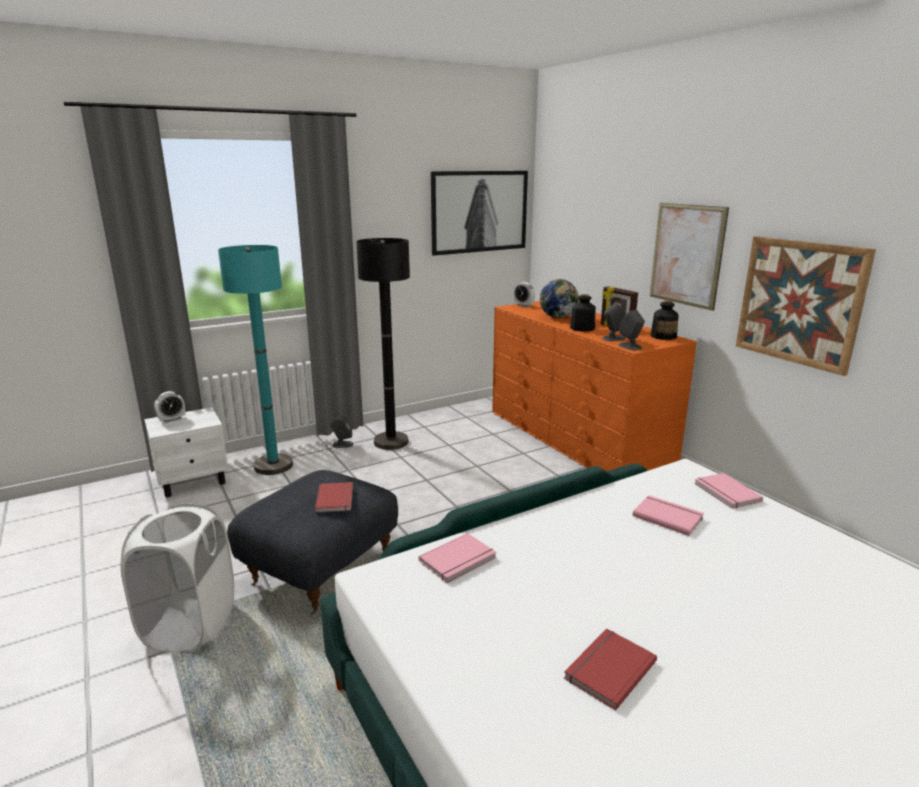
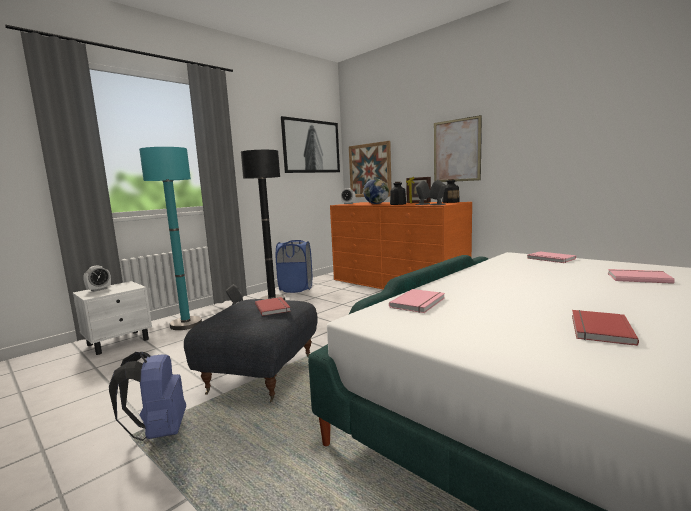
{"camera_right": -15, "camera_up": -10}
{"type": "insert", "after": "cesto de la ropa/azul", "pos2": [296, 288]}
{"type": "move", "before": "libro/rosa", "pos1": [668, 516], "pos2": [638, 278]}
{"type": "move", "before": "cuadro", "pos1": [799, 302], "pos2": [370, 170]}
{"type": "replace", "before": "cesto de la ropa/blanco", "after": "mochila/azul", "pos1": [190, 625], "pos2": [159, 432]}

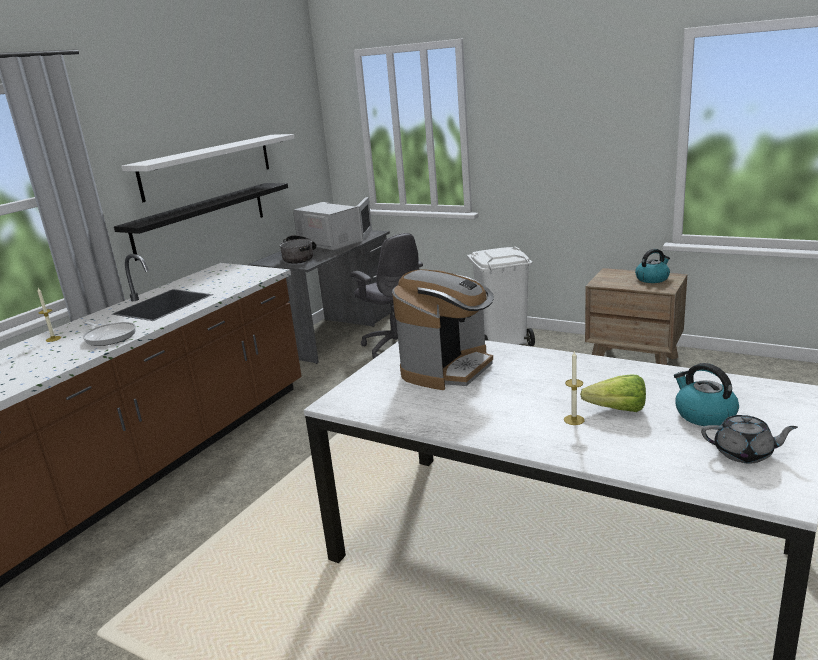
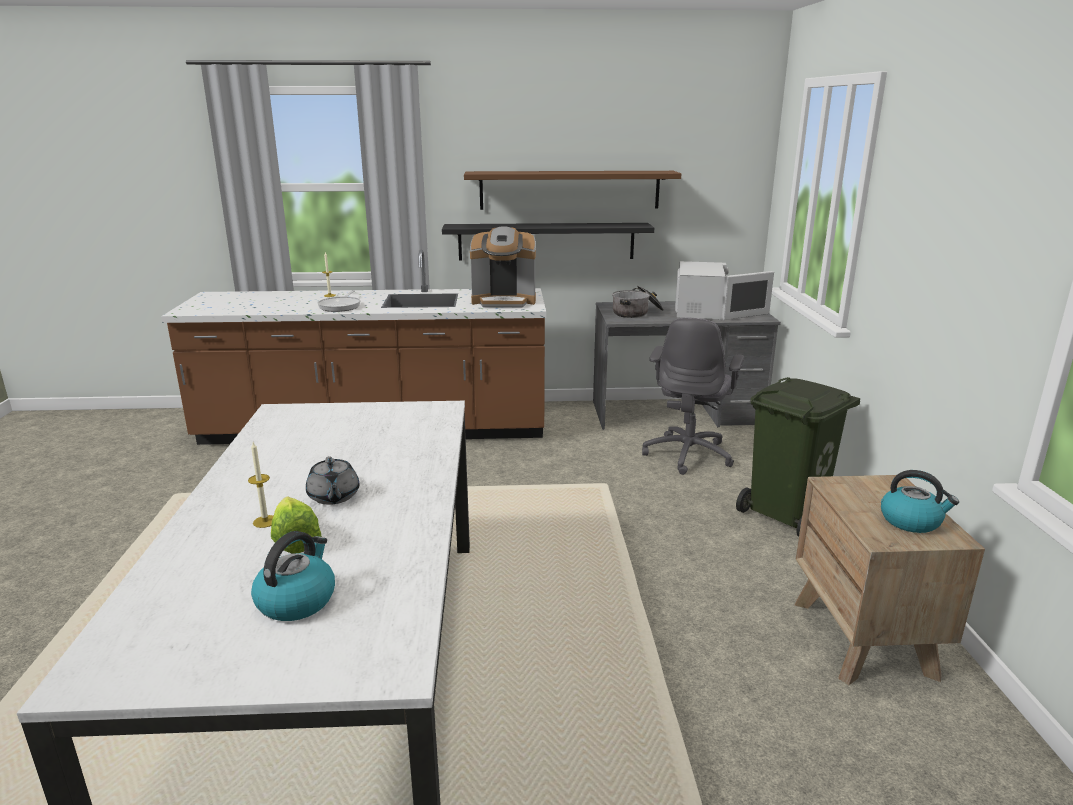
{"camera_right": 55, "camera_up": 0}
{"type": "move", "before": "cafetera", "pos1": [448, 368], "pos2": [504, 301]}
{"type": "move", "before": "tetera/gris", "pos1": [744, 453], "pos2": [333, 497]}
{"type": "recolor", "before": "estante/blanco", "after": "estante/marrón", "pos1": [208, 166], "pos2": [569, 190]}
{"type": "recolor", "before": "papelera/blanco", "after": "papelera/verde", "pos1": [503, 341], "pos2": [788, 514]}

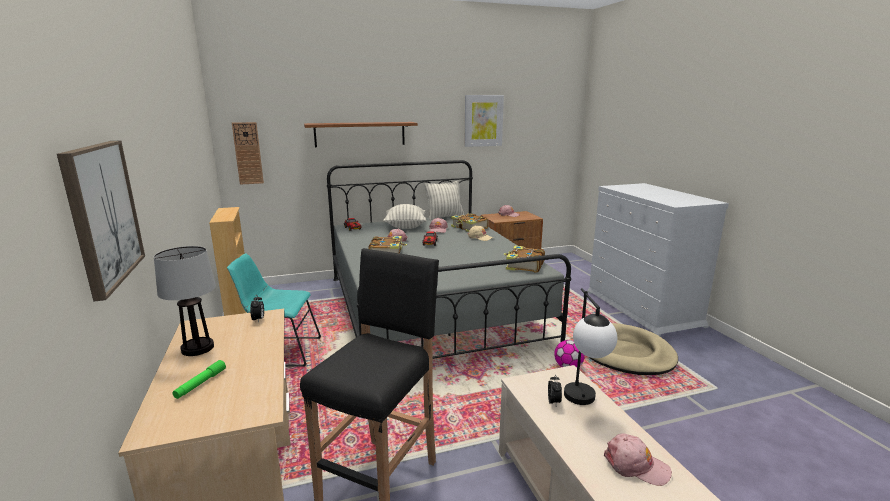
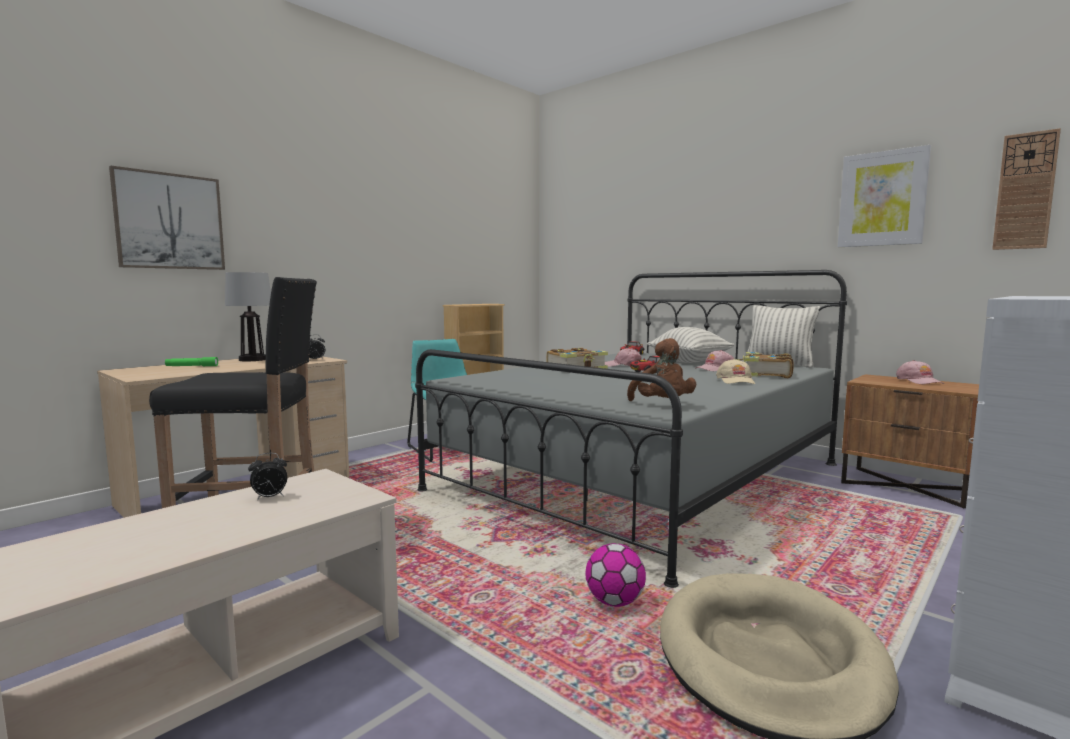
{"camera_right": 60, "camera_up": -10}
{"type": "delete", "before": "estante/marrón", "pos1": [360, 134]}
{"type": "delete", "before": "lámpara de mesa", "pos1": [584, 403]}
{"type": "delete", "before": "gorra/rosa", "pos1": [635, 465]}
{"type": "move", "before": "reloj de pared", "pos1": [248, 153], "pos2": [1025, 191]}
{"type": "replace", "before": "libro", "after": "peluche/marrón", "pos1": [524, 266], "pos2": [662, 405]}

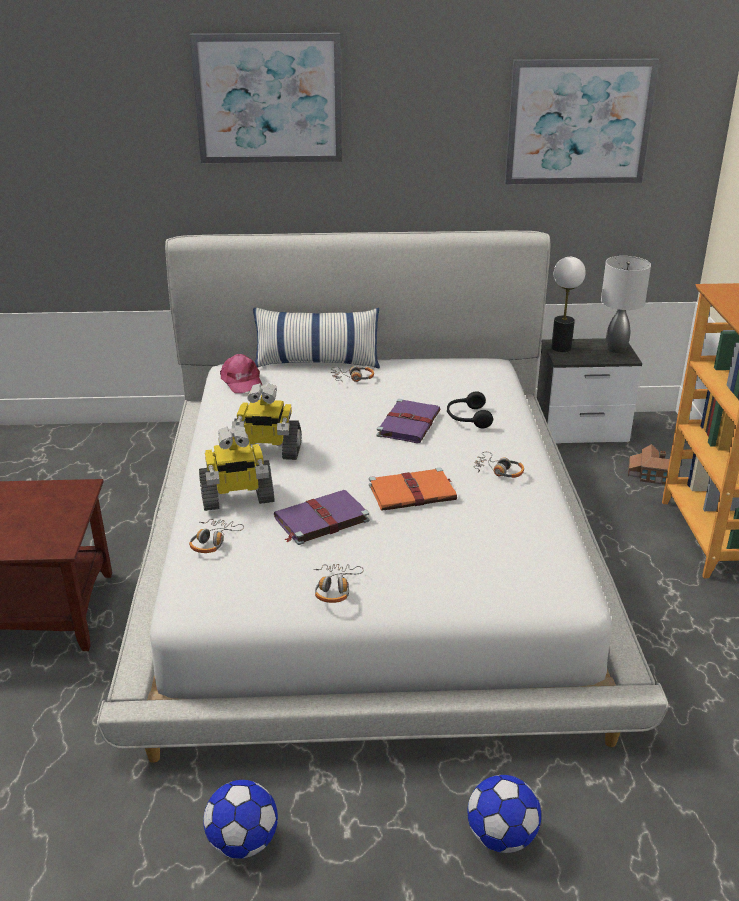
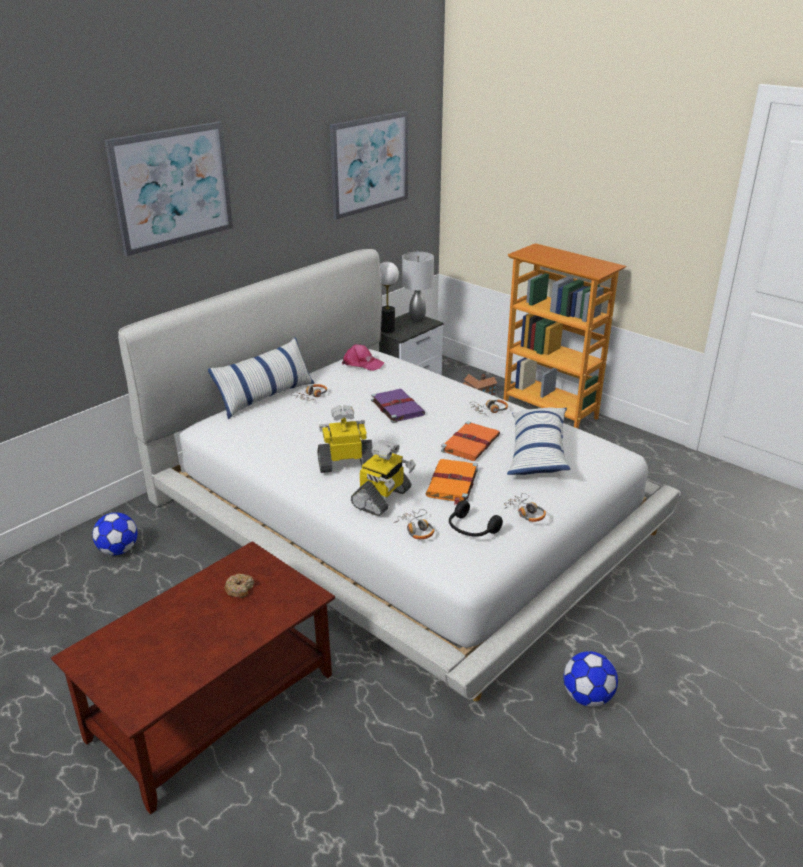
{"camera_right": -45, "camera_up": 0}
{"type": "insert", "after": "rosquilla", "pos2": [239, 589]}
{"type": "insert", "after": "cojín", "pos2": [537, 452]}
{"type": "move", "before": "gorra/rosa", "pos1": [241, 381], "pos2": [362, 364]}
{"type": "move", "before": "auriculares/negro", "pos1": [467, 418], "pos2": [471, 529]}
{"type": "move", "before": "balón de fútbol", "pos1": [501, 837], "pos2": [118, 550]}
{"type": "recolor", "before": "libro/morado", "after": "libro/naranja", "pos1": [320, 520], "pos2": [452, 483]}
{"type": "rotate", "before": "robot de juguete", "pos1": [266, 451], "pos2": [345, 463], "turn": -150}

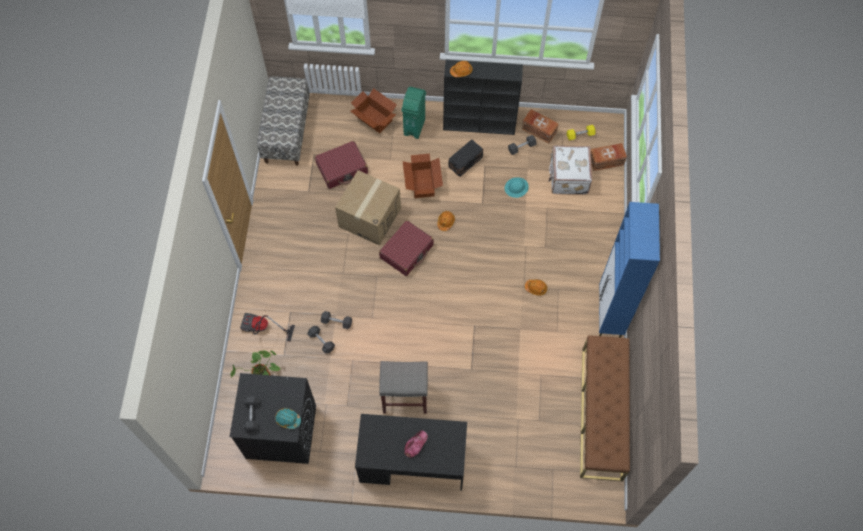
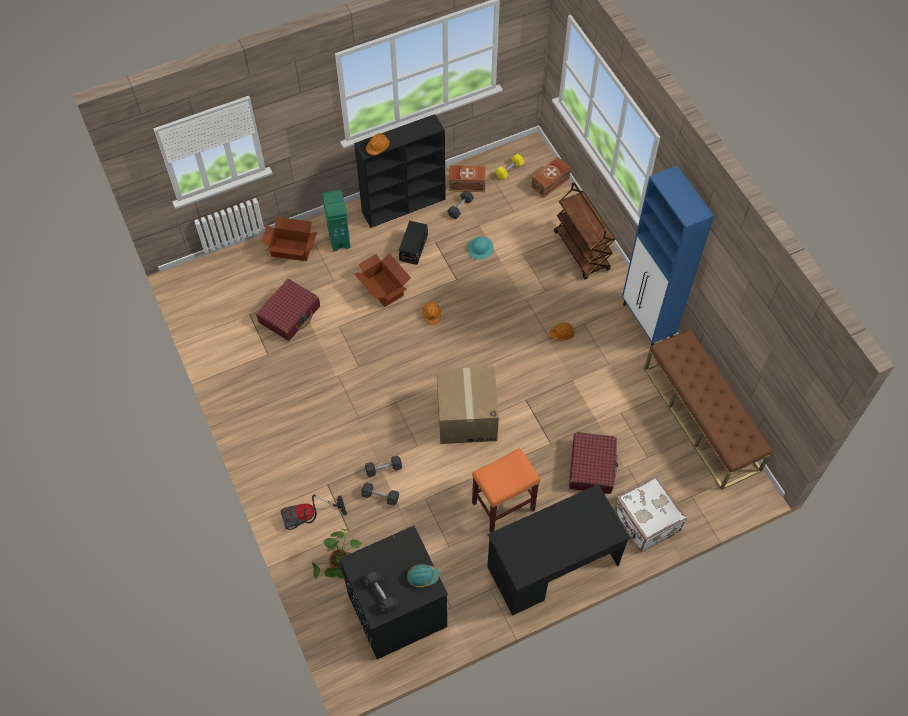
{"camera_right": -30, "camera_up": -5}
{"type": "delete", "before": "banco", "pos1": [286, 131]}
{"type": "delete", "before": "gorra", "pos1": [415, 444]}
{"type": "insert", "after": "carrito/marrón", "pos2": [582, 251]}
{"type": "move", "before": "caja de cartón", "pos1": [369, 217], "pos2": [466, 417]}
{"type": "move", "before": "maleta/rojo", "pos1": [406, 251], "pos2": [592, 466]}
{"type": "move", "before": "maleta/blanco", "pos1": [568, 178], "pos2": [645, 522]}
{"type": "recolor", "before": "taburete/gris", "after": "taburete/naranja", "pos1": [405, 397], "pos2": [503, 505]}

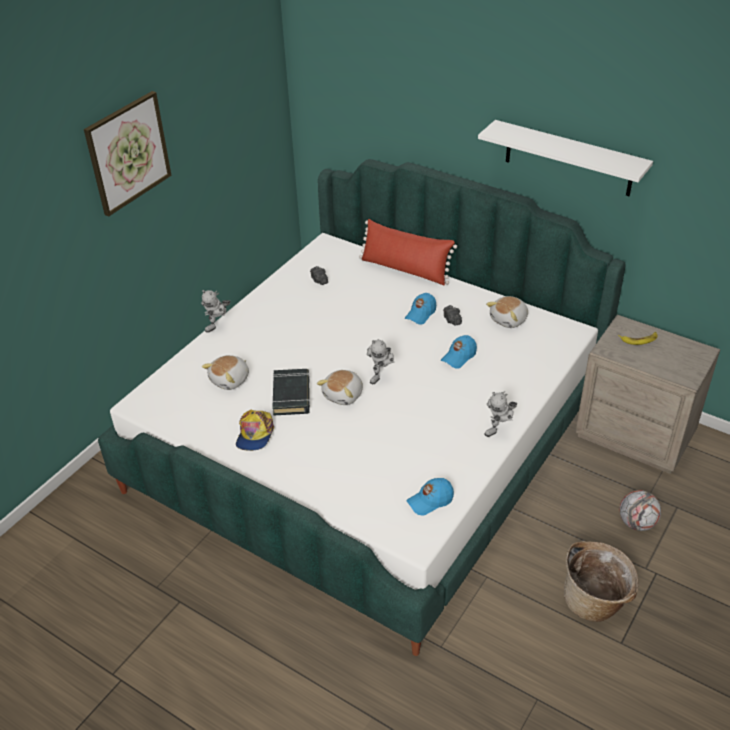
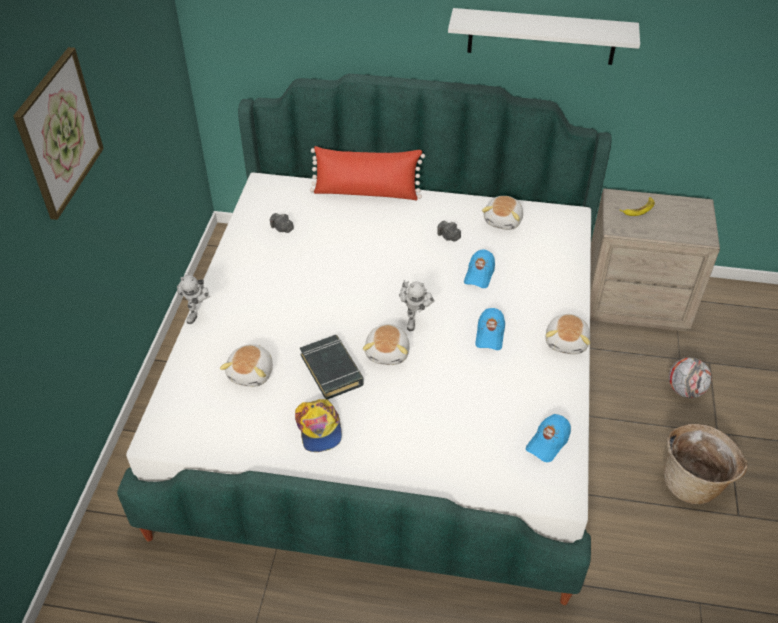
{"camera_right": -25, "camera_up": 5}
{"type": "move", "before": "gorra/azul", "pos1": [420, 314], "pos2": [490, 335]}
{"type": "replace", "before": "robot de juguete", "after": "peluche", "pos1": [500, 430], "pos2": [567, 342]}

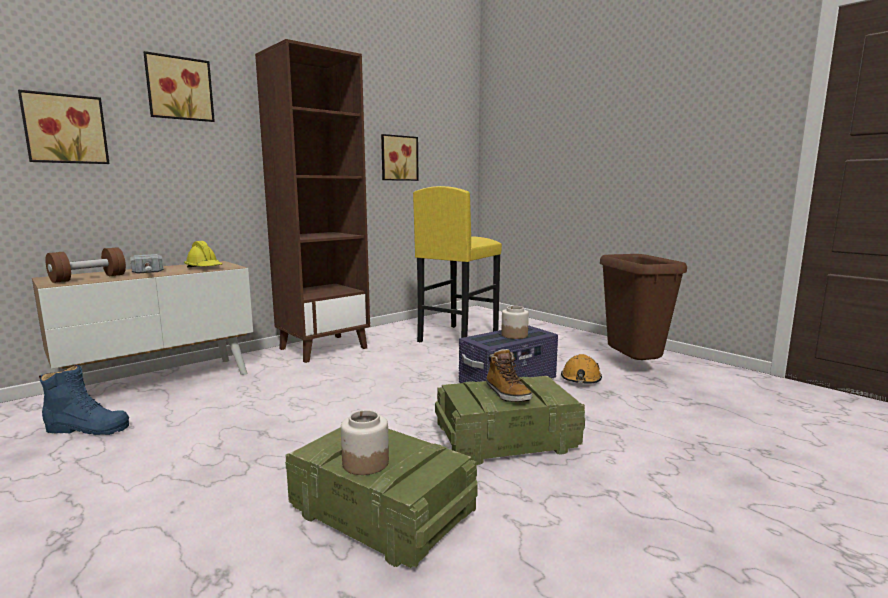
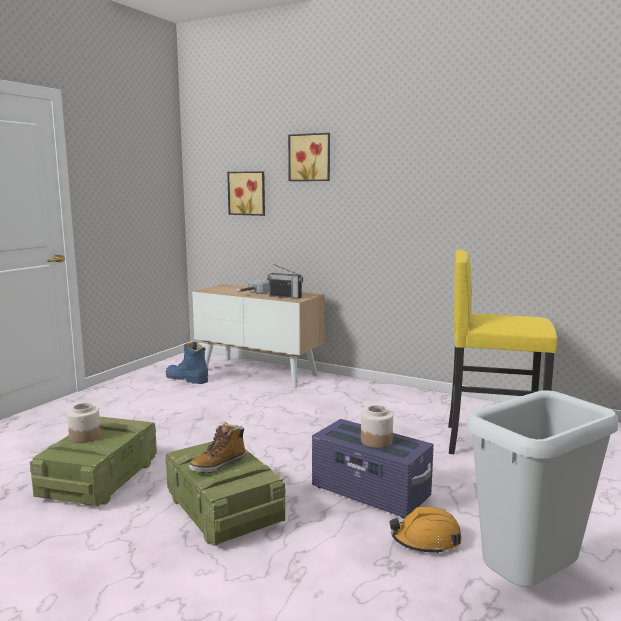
{"camera_right": 70, "camera_up": 0}
{"type": "delete", "before": "mancuerna/marrón", "pos1": [89, 278]}
{"type": "delete", "before": "estantería/marrón", "pos1": [323, 348]}
{"type": "delete", "before": "cuadro", "pos1": [398, 158]}
{"type": "replace", "before": "casco/amarillo", "after": "radio", "pos1": [204, 268], "pos2": [285, 297]}
{"type": "recolor", "before": "papelera/marrón", "after": "papelera/gris", "pos1": [634, 367], "pos2": [528, 587]}
{"type": "rotate", "before": "bota/azul", "pos1": [88, 428], "pos2": [186, 379], "turn": 135}

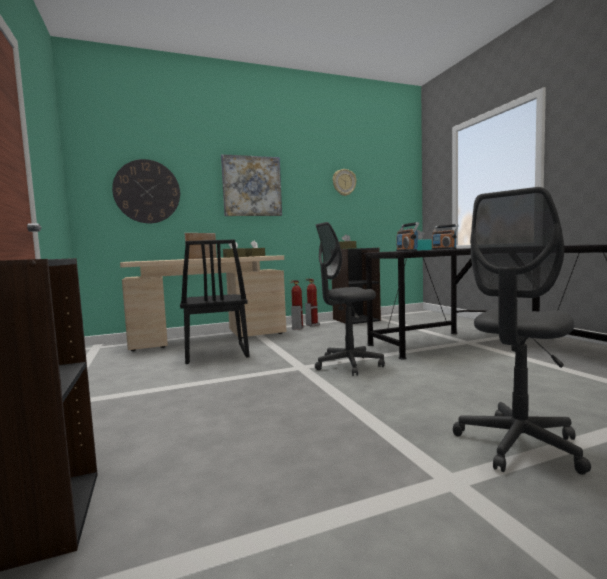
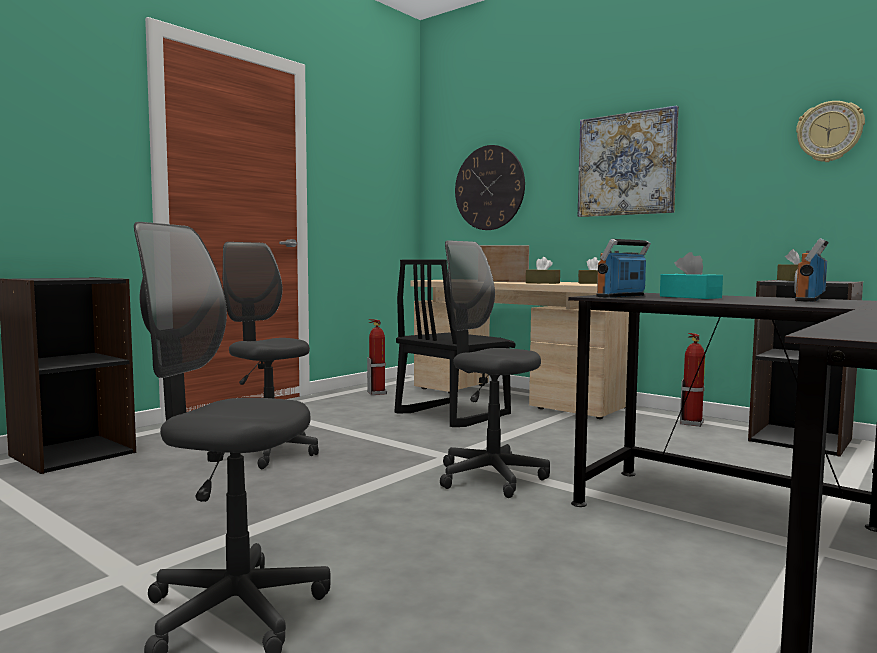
{"camera_right": 60, "camera_up": 0}
{"type": "insert", "after": "silla de oficina/gris", "pos2": [268, 453]}
{"type": "move", "before": "extintor", "pos1": [297, 328], "pos2": [377, 393]}

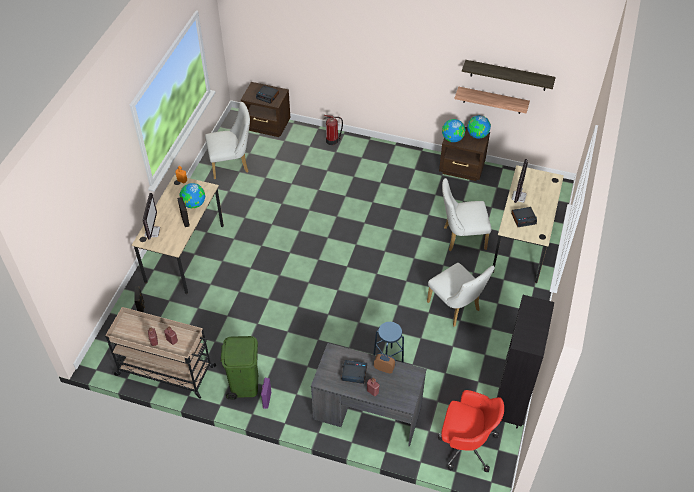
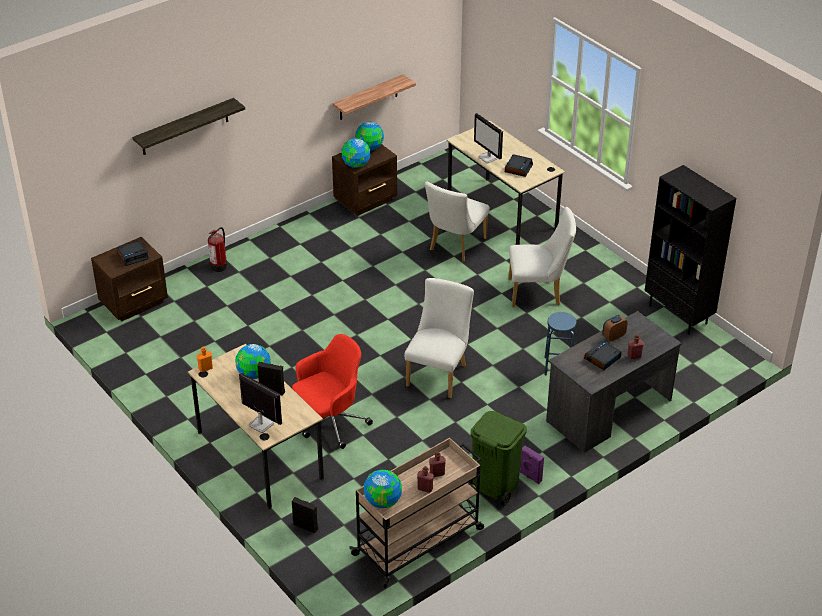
{"camera_right": -55, "camera_up": -10}
{"type": "insert", "after": "globo terráqueo", "pos2": [382, 501]}
{"type": "move", "before": "silla/blanco", "pos1": [232, 164], "pos2": [439, 373]}
{"type": "move", "before": "silla de oficina/rojo", "pos1": [465, 444], "pos2": [330, 422]}
{"type": "move", "before": "estante", "pos1": [508, 75], "pos2": [185, 127]}

